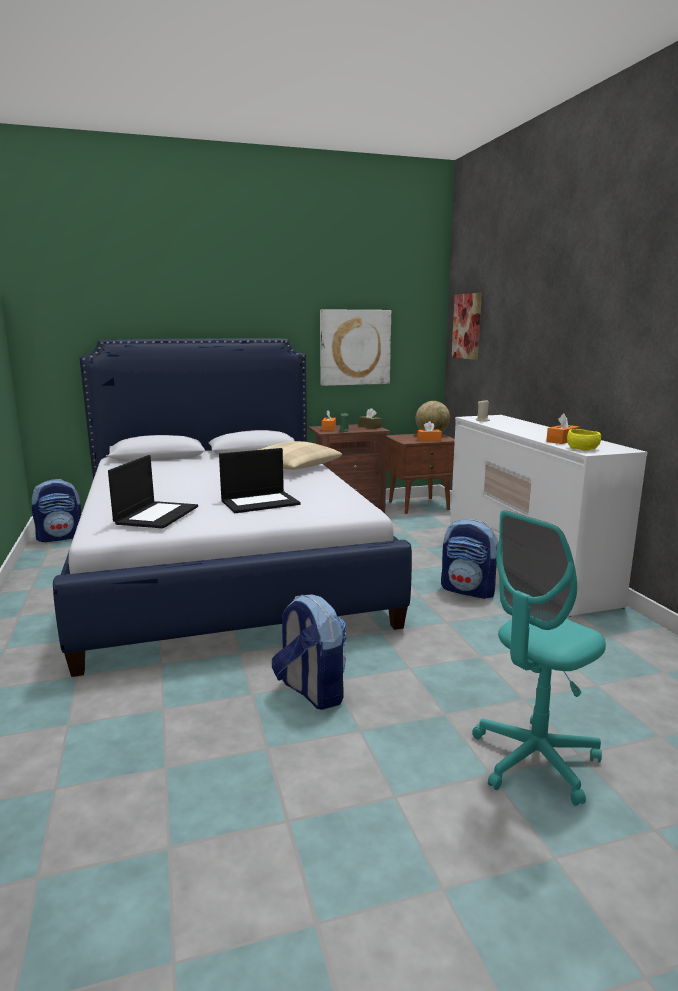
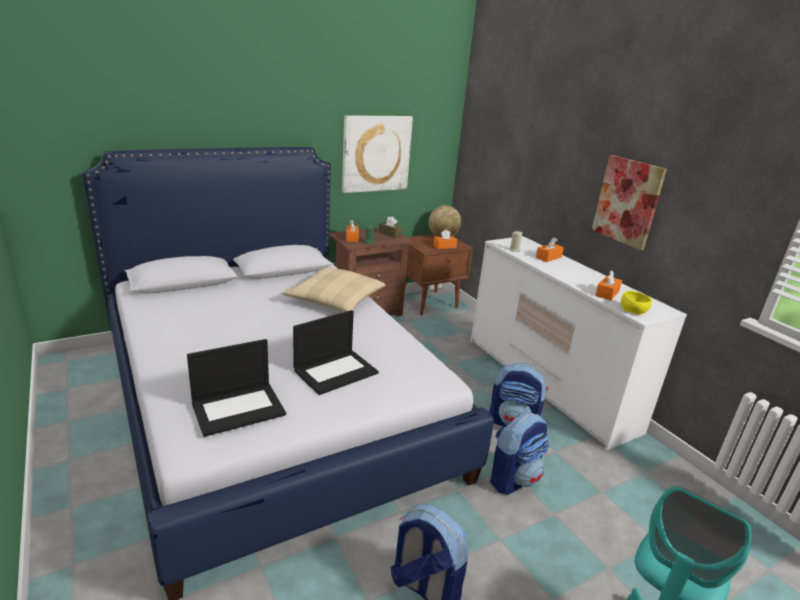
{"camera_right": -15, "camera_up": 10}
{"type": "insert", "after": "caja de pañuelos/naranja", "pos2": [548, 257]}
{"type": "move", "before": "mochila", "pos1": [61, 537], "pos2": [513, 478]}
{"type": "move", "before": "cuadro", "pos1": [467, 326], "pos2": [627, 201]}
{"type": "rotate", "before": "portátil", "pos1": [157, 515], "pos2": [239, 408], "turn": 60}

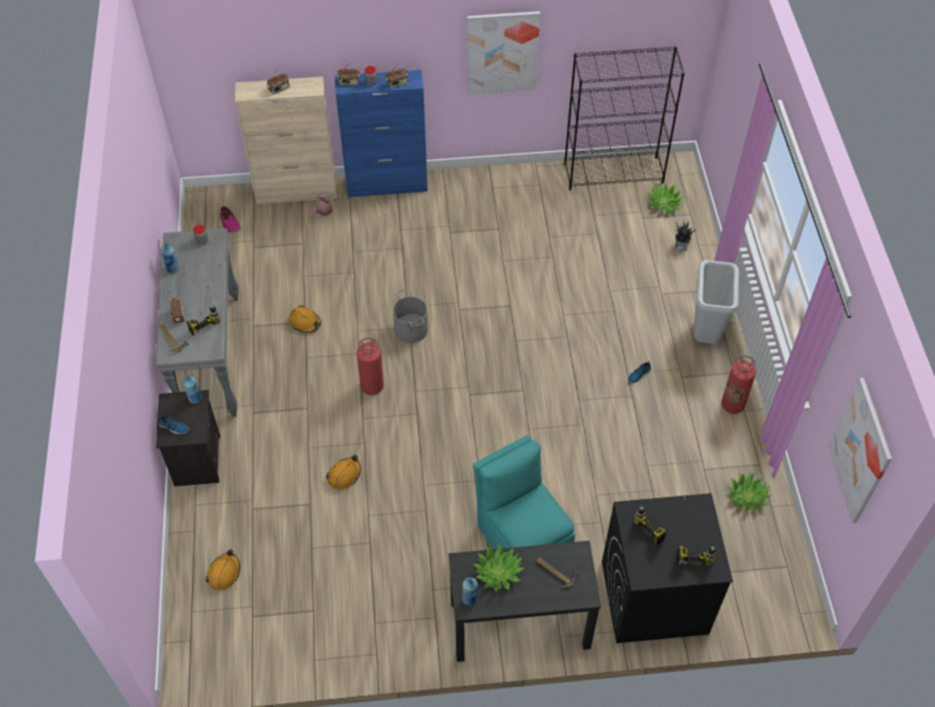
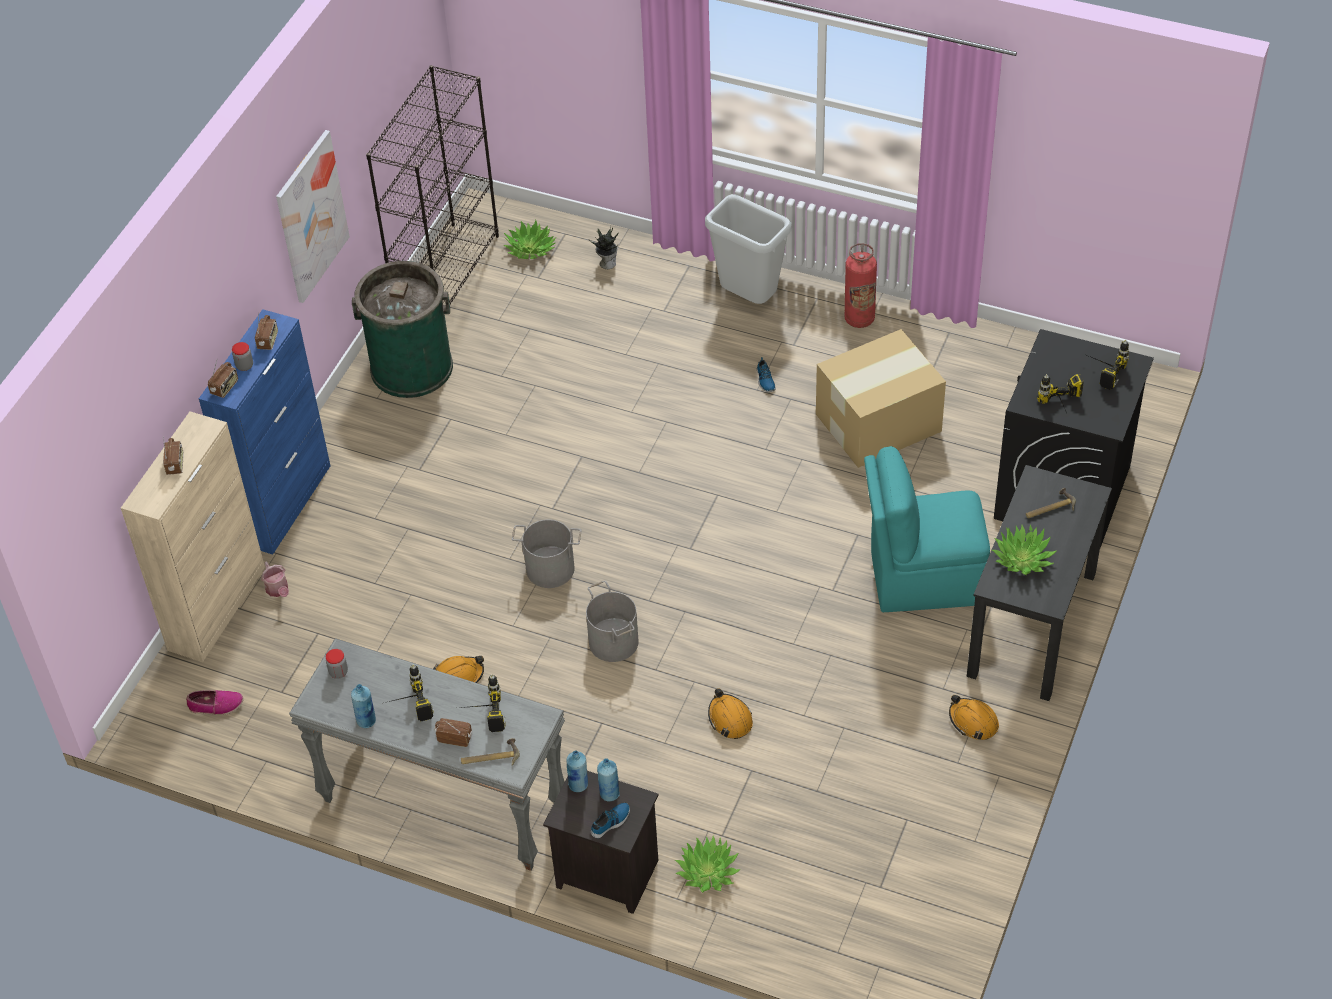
{"camera_right": -60, "camera_up": -5}
{"type": "delete", "before": "cuadro", "pos1": [861, 451]}
{"type": "insert", "after": "papelera/verde", "pos2": [411, 367]}
{"type": "insert", "after": "taladro", "pos2": [405, 707]}
{"type": "insert", "after": "caja de cartón", "pos2": [880, 422]}
{"type": "move", "before": "casco/naranja", "pos1": [224, 573], "pos2": [973, 722]}
{"type": "move", "before": "botella/azul", "pos1": [469, 599], "pos2": [609, 793]}
{"type": "move", "before": "planta en maceta", "pos1": [747, 496], "pos2": [708, 871]}
{"type": "replace", "before": "extintor", "after": "cubo/gris", "pos1": [372, 386], "pos2": [613, 642]}

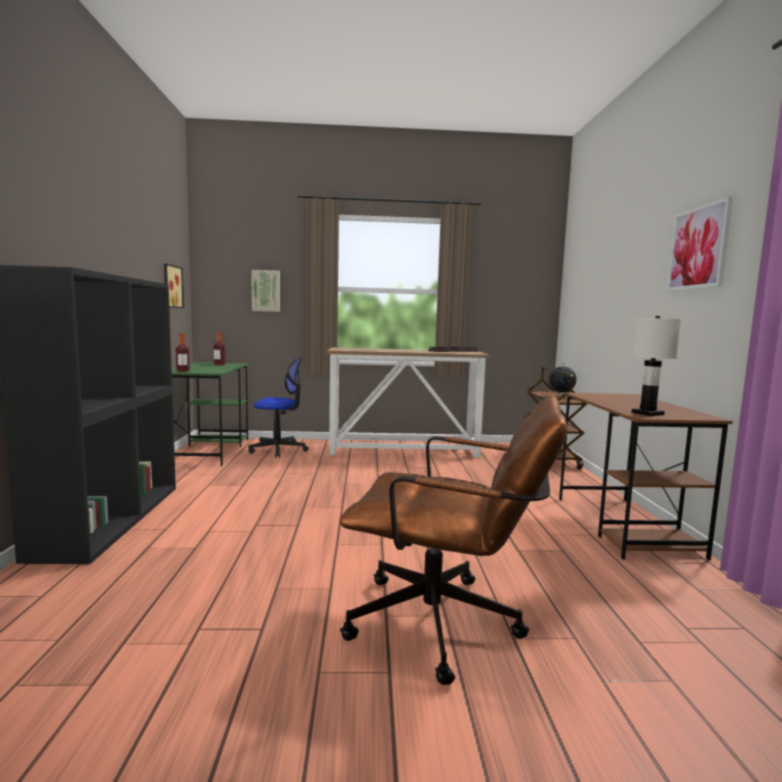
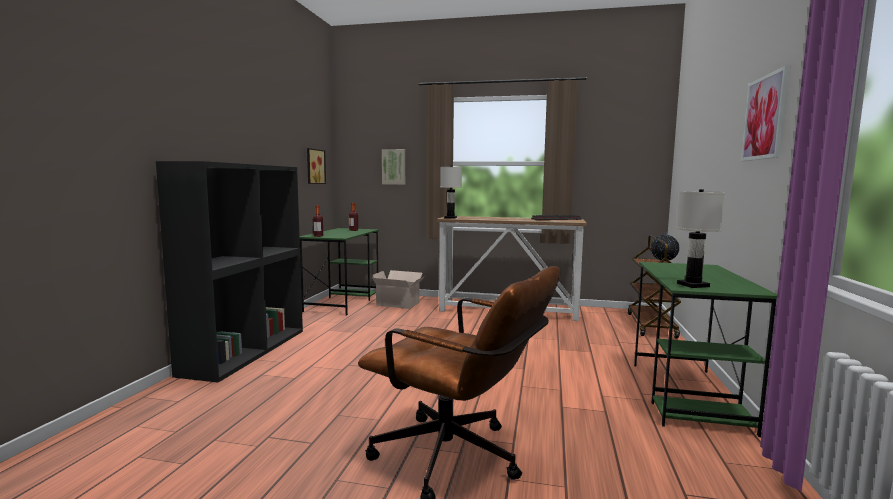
{"camera_right": 15, "camera_up": 0}
{"type": "insert", "after": "lámpara de mesa/blanco", "pos2": [450, 218]}
{"type": "replace", "before": "silla de oficina", "after": "caja de cartón", "pos1": [278, 449], "pos2": [399, 304]}
{"type": "recolor", "before": "escritorio/marrón", "after": "escritorio/verde", "pos1": [625, 526], "pos2": [687, 396]}

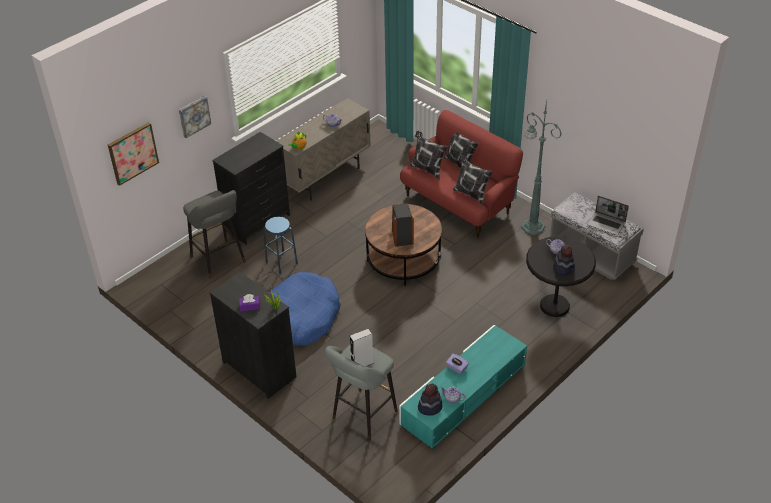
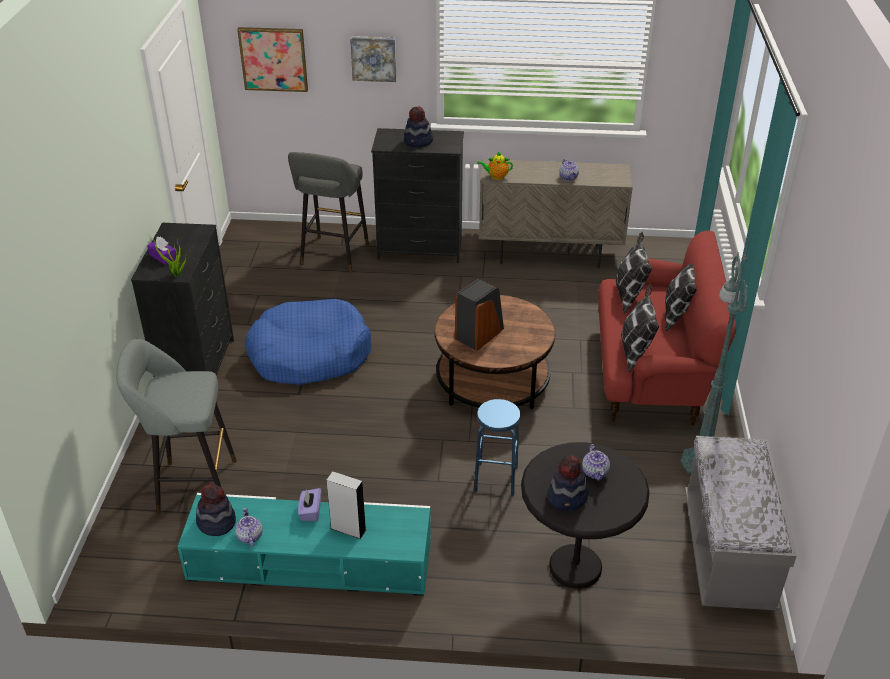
{"camera_right": 50, "camera_up": -5}
{"type": "delete", "before": "portátil", "pos1": [606, 224]}
{"type": "insert", "after": "sombrero", "pos2": [418, 142]}
{"type": "move", "before": "taburete/azul", "pos1": [281, 263], "pos2": [496, 479]}
{"type": "move", "before": "altavoz/gris", "pos1": [362, 364], "pos2": [348, 529]}

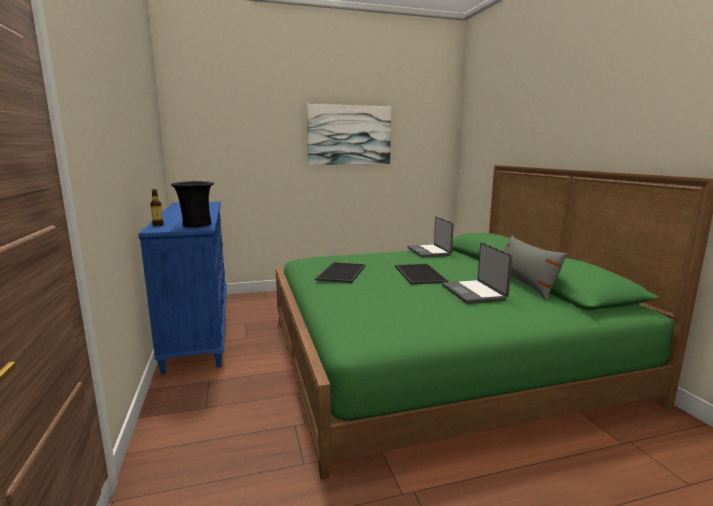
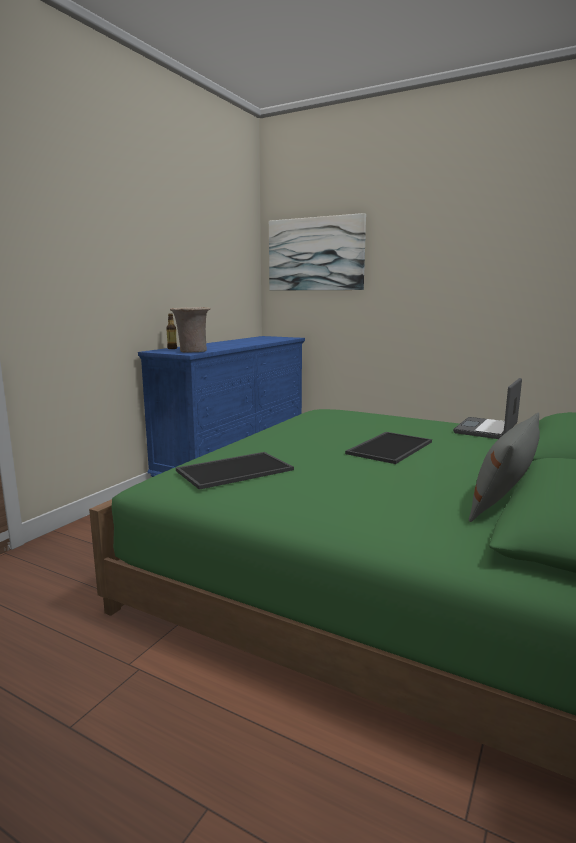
{"camera_right": 45, "camera_up": 0}
{"type": "delete", "before": "portátil", "pos1": [474, 293]}
{"type": "move", "before": "cuadro", "pos1": [349, 135], "pos2": [315, 254]}
{"type": "move", "before": "bandeja", "pos1": [340, 272], "pos2": [235, 469]}
{"type": "recolor", "before": "florero/negro", "after": "florero/beis", "pos1": [196, 225], "pos2": [192, 351]}

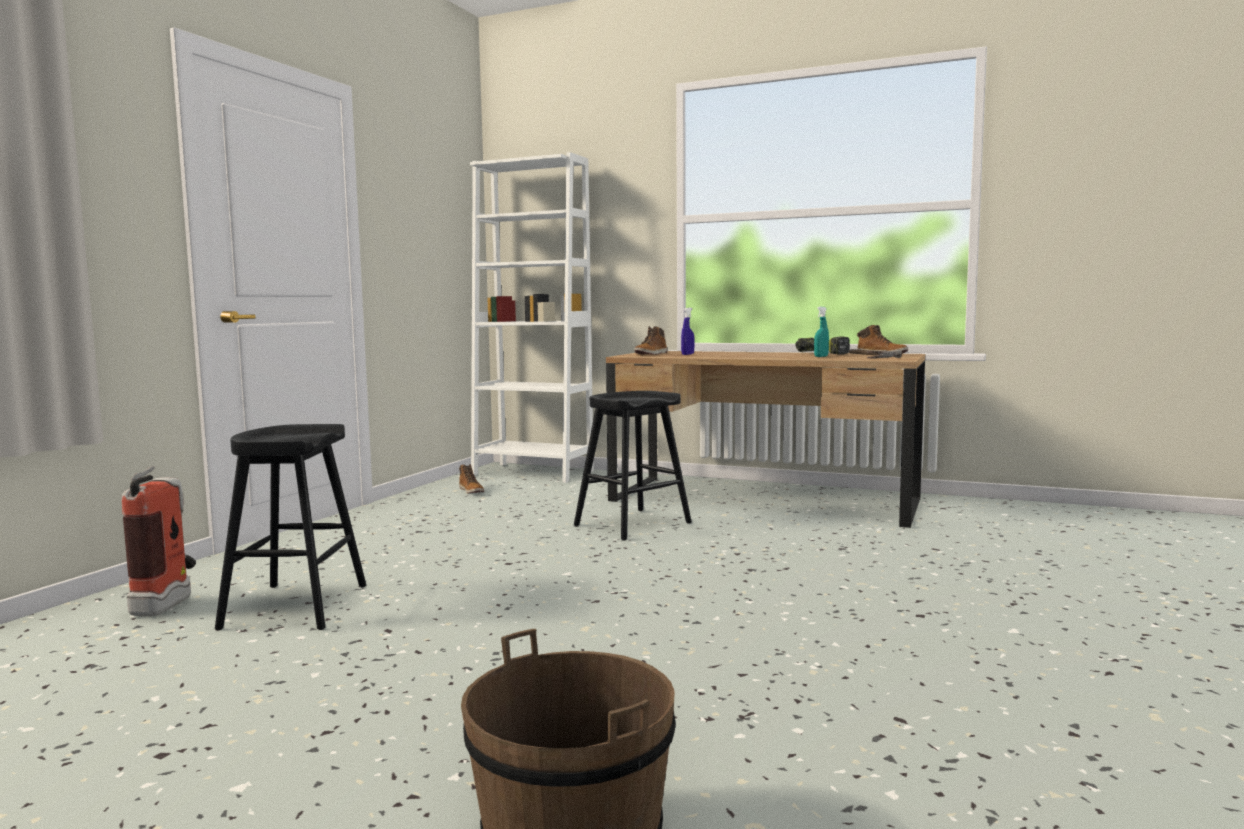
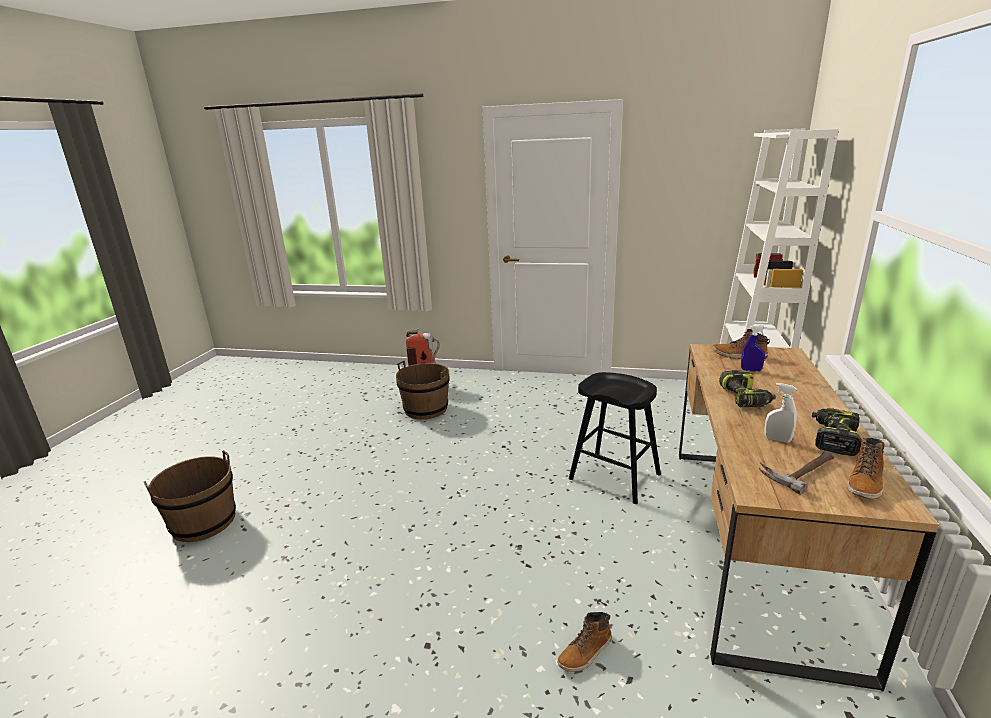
{"camera_right": 80, "camera_up": 15}
{"type": "insert", "after": "taladro", "pos2": [745, 398]}
{"type": "move", "before": "bota", "pos1": [471, 491], "pos2": [585, 652]}
{"type": "replace", "before": "taburete/negro", "after": "cubo/marrón", "pos1": [295, 606], "pos2": [426, 409]}
{"type": "recolor", "before": "pulverizador/turquesa", "after": "pulverizador/blanco", "pos1": [821, 356], "pos2": [777, 439]}

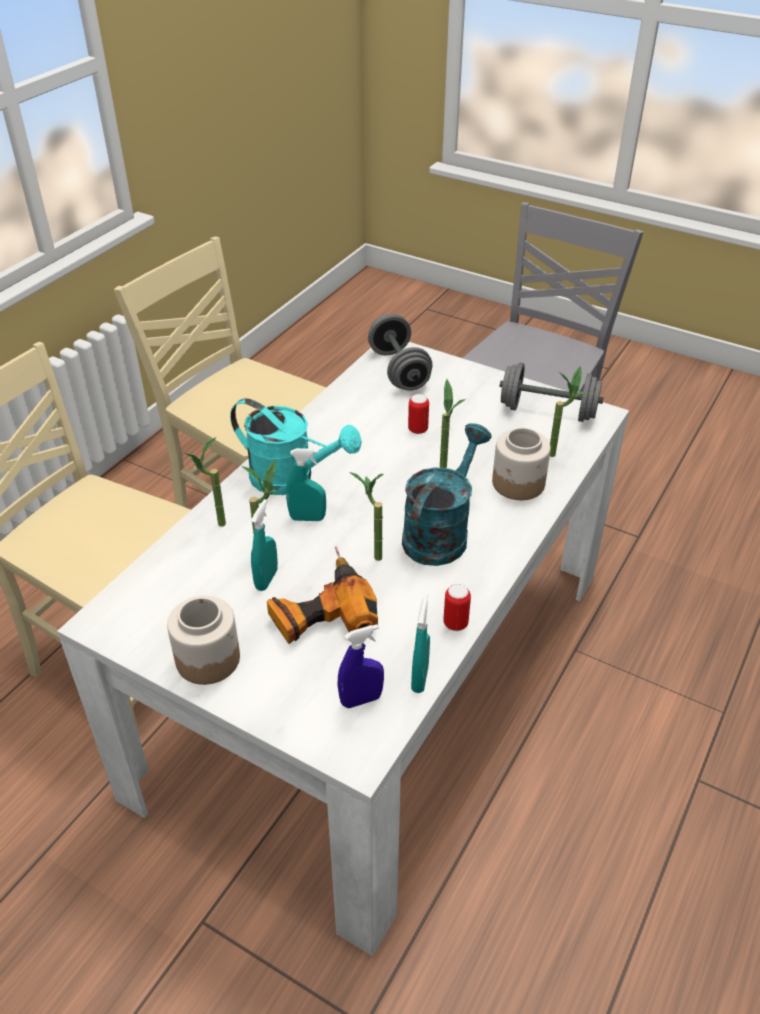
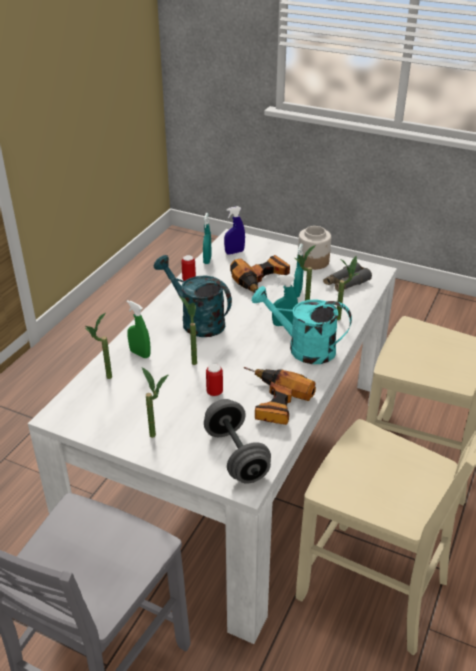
{"camera_right": 175, "camera_up": -5}
{"type": "delete", "before": "mancuerna/gris", "pos1": [548, 411]}
{"type": "insert", "after": "taladro", "pos2": [273, 402]}
{"type": "insert", "after": "prismáticos/gris", "pos2": [346, 283]}
{"type": "move", "before": "planta en maceta", "pos1": [370, 555], "pos2": [158, 437]}
{"type": "replace", "before": "tarro", "after": "pulverizador/verde", "pos1": [518, 484], "pos2": [140, 354]}
{"type": "rotate", "before": "regadera/turquesa", "pos1": [440, 532], "pos2": [196, 321], "turn": 105}

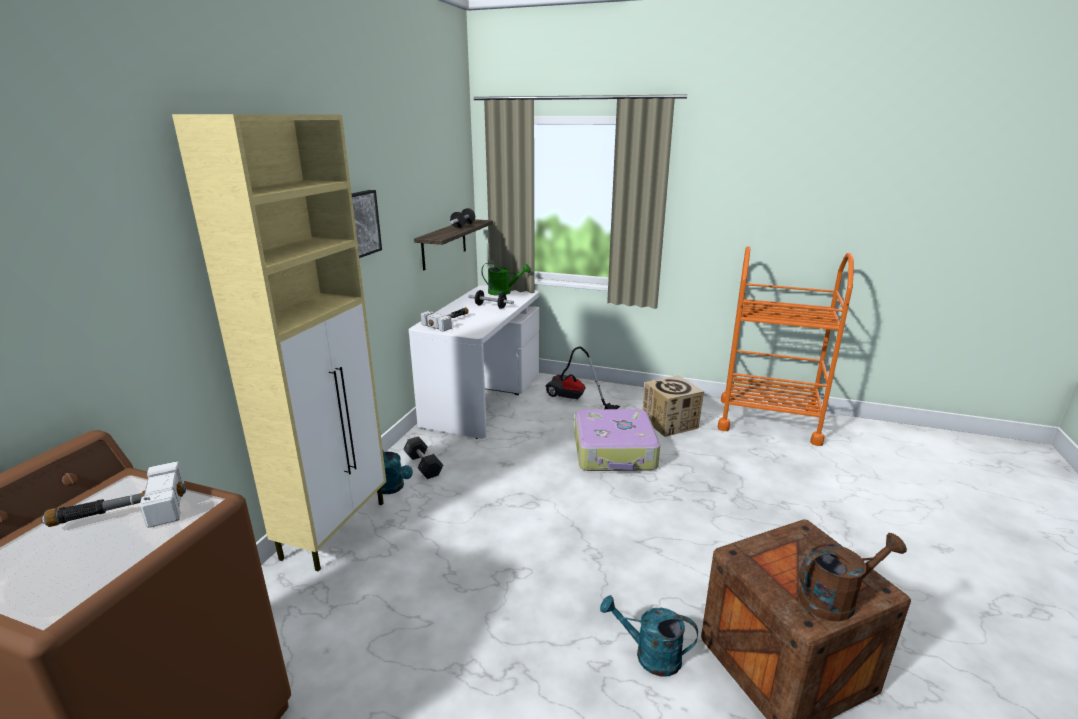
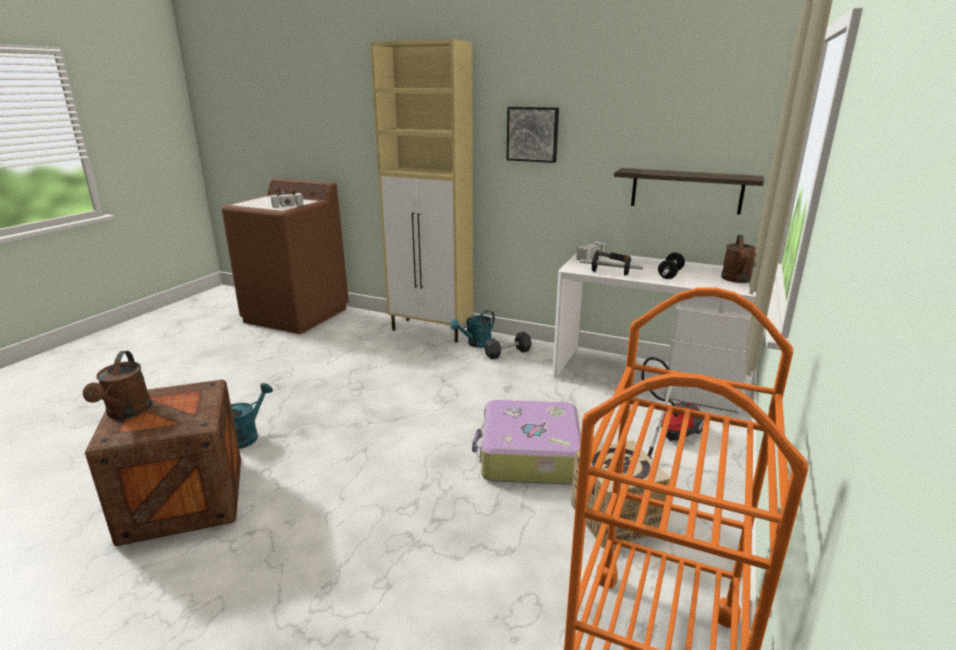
{"camera_right": 95, "camera_up": 0}
{"type": "move", "before": "mancuerna", "pos1": [463, 225], "pos2": [610, 273]}
{"type": "recolor", "before": "regadera/verde", "after": "regadera/marrón", "pos1": [504, 292], "pos2": [737, 280]}

